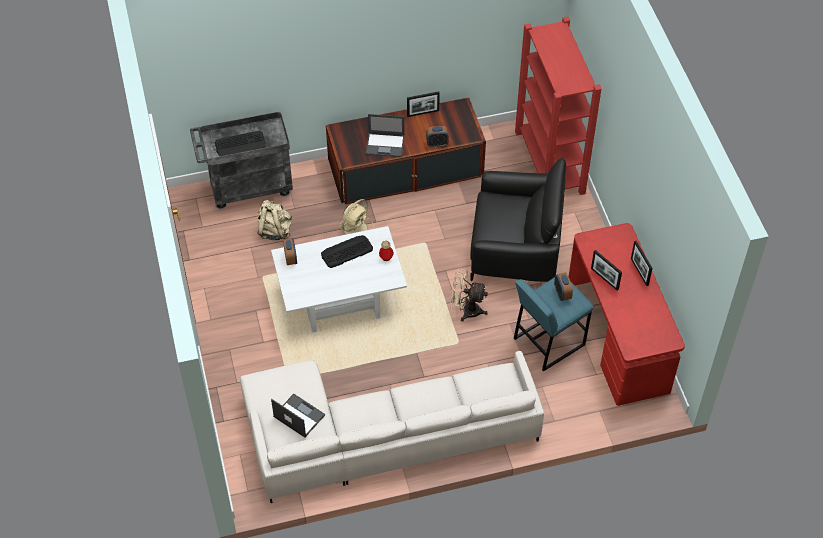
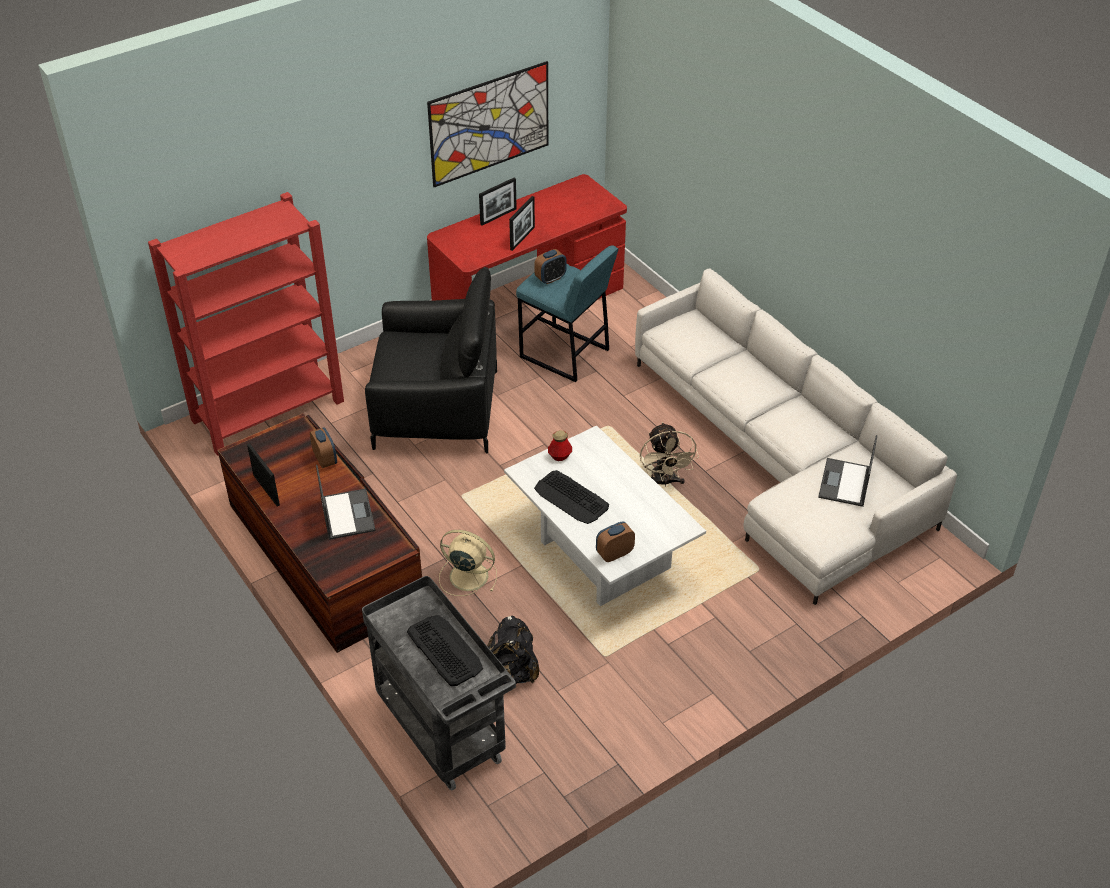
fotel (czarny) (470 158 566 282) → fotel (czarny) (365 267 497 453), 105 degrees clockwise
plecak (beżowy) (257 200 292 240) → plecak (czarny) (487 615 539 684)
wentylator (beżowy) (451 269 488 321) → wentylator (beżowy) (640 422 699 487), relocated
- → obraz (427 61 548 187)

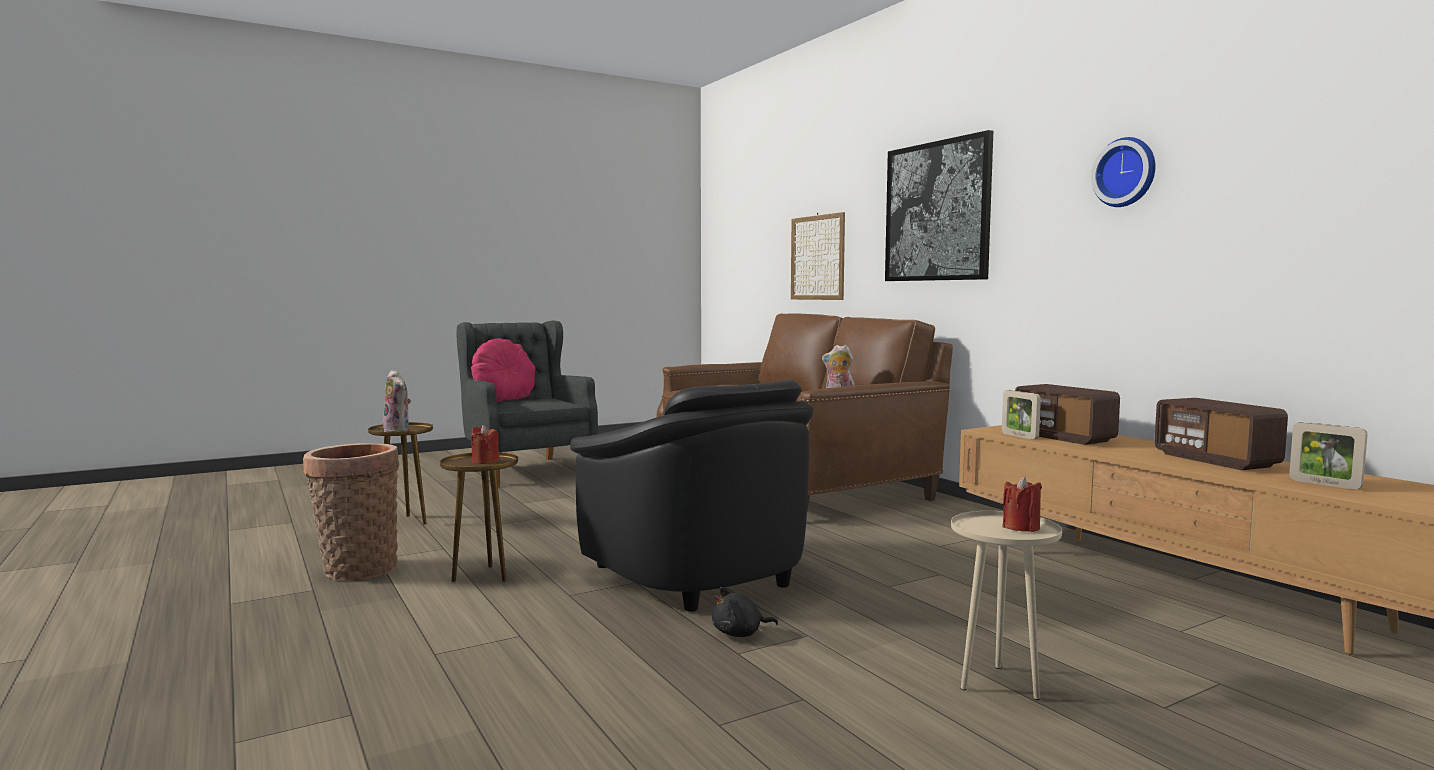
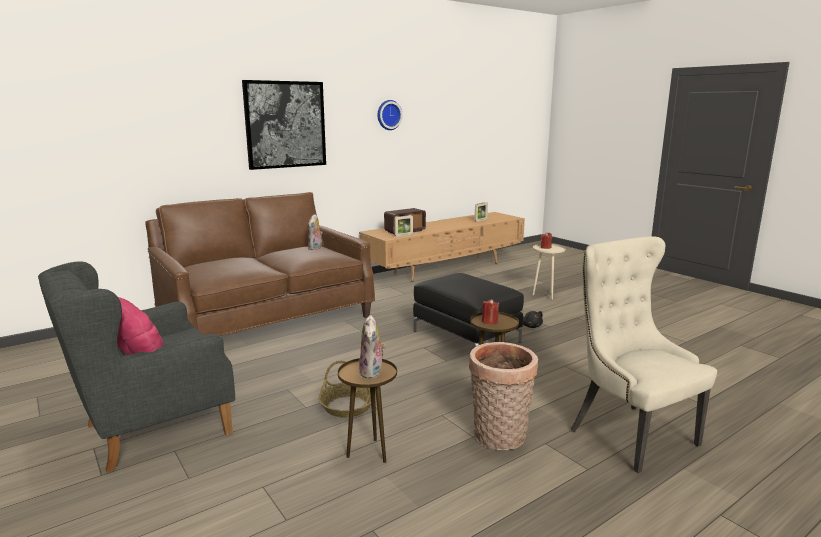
obraz (791 212 845 300) → -
pluszak (383 370 411 432) → pluszak (359 315 386 379), 135 degrees clockwise
fotel (czarny) (570 380 814 612) → pufa (czarny) (413 273 524 347)
radio (1154 398 1288 470) → -
- → krzesło (beżowy) (571 236 717 473)
- → koszyk (318 361 376 417)

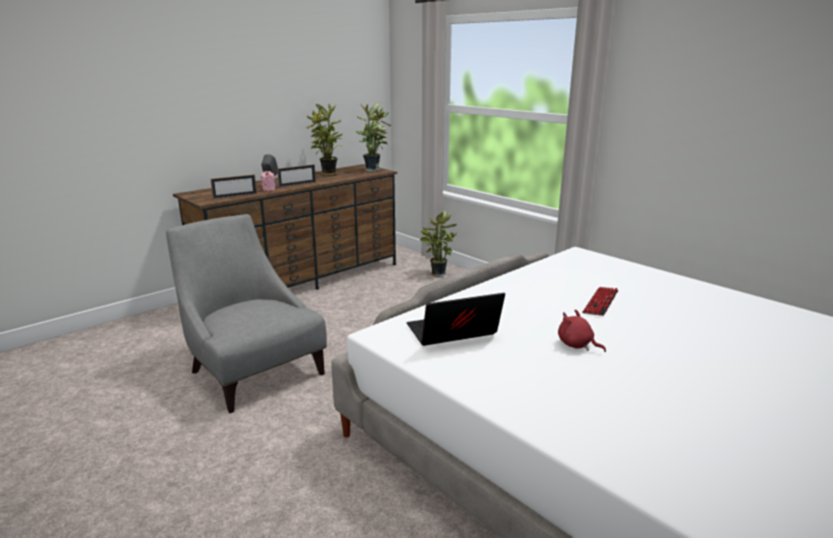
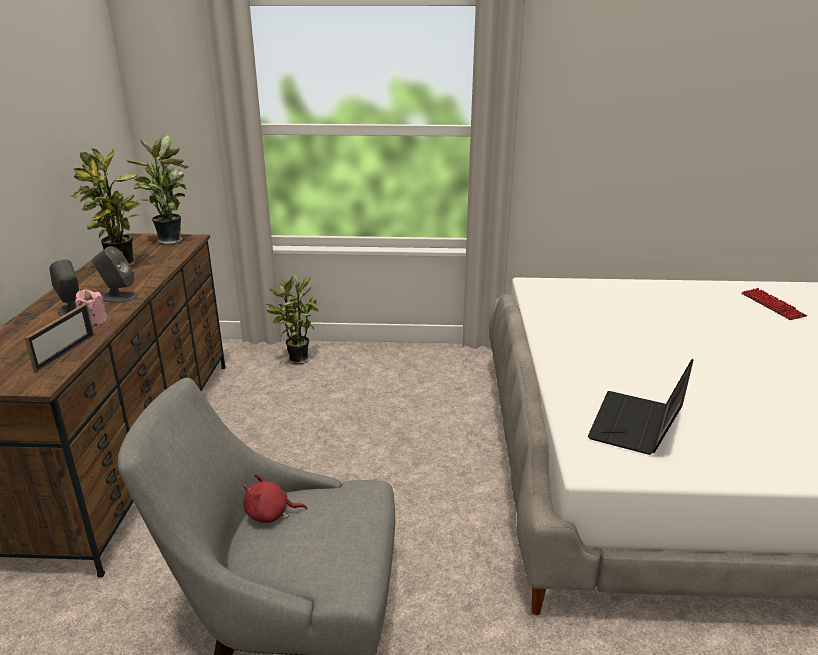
ramka na zdjęcie (277 164 316 187) → głośnik (szary) (92 246 137 303)
klawiatura (582 287 618 316) → klawiatura (742 288 807 320), relocated
pluszak (czerwony) (558 309 606 352) → pluszak (czerwony) (243 474 307 523), relocated

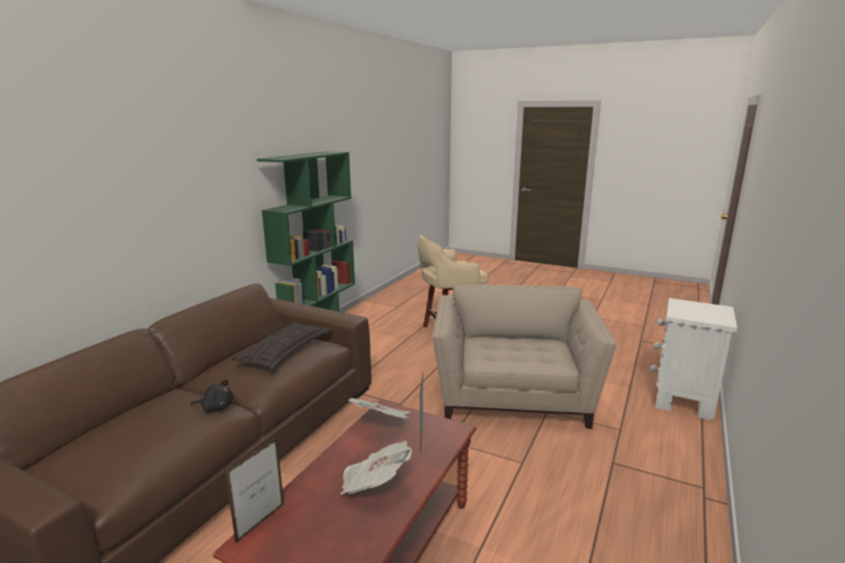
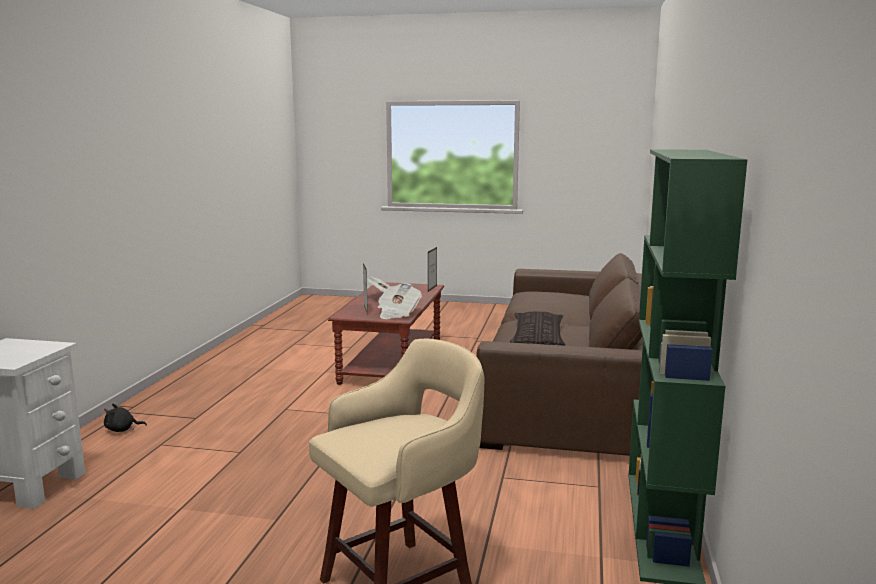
fotel (beżowy) (433 284 617 429) → -
pluszak (czarny) (191 379 234 412) → pluszak (czarny) (104 404 147 432), relocated

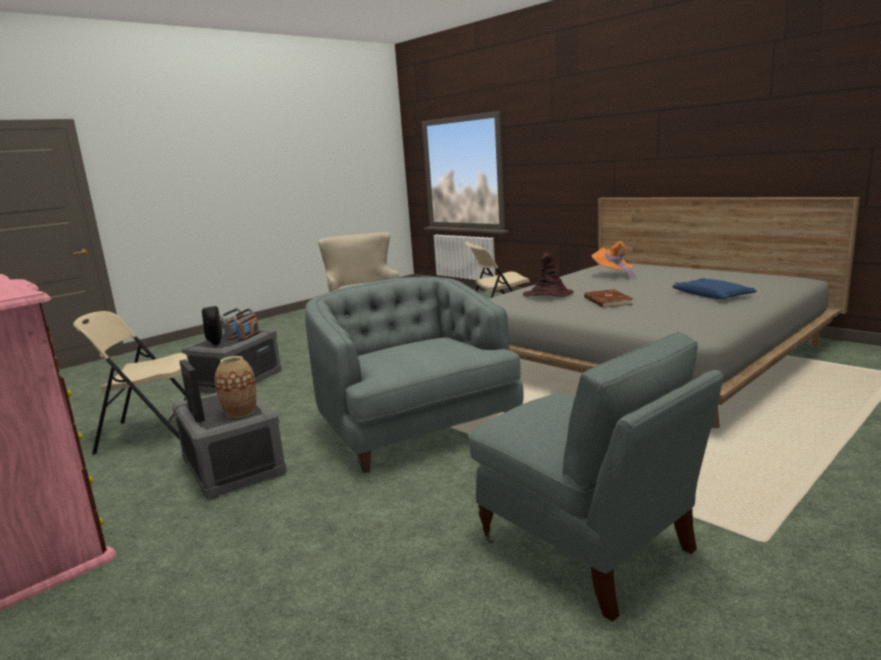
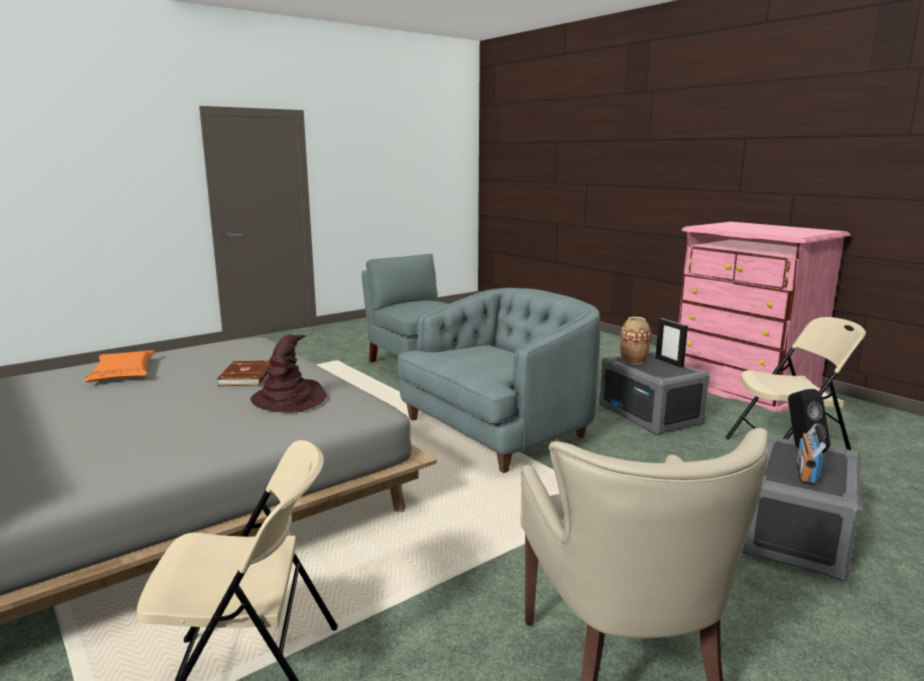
kapelusz (pomarańczowy) (592 241 637 279) → -
fotel (szary) (305 276 524 473) → fotel (szary) (397 288 600 473), 105 degrees counterclockwise
poduszka (niebieski) (672 278 757 299) → poduszka (pomarańczowy) (85 350 155 382)
radio (232 308 260 340) → -

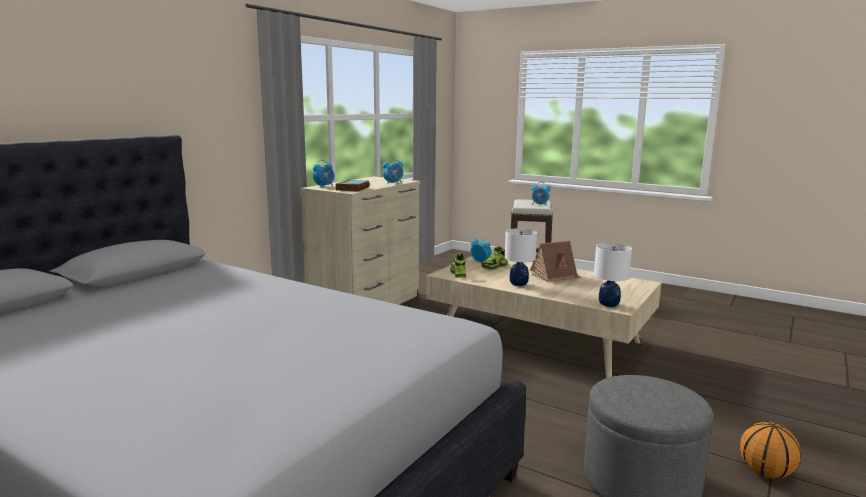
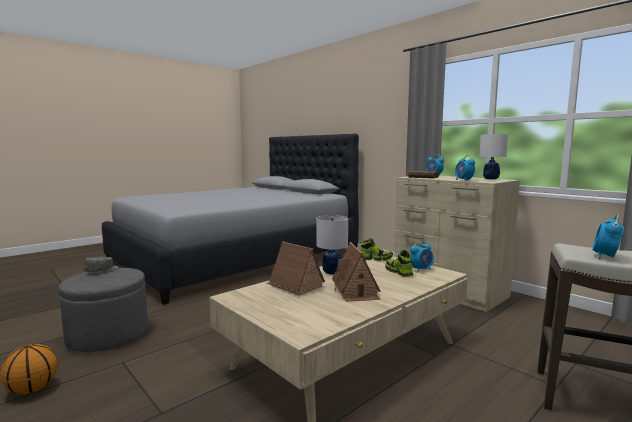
lampa stołowa (biały) (594 243 632 307) → lampa stołowa (biały) (479 134 508 179), relocated
- → domek (266 242 325 295)
- → czapka z daszkiem (szary) (84 257 119 272)

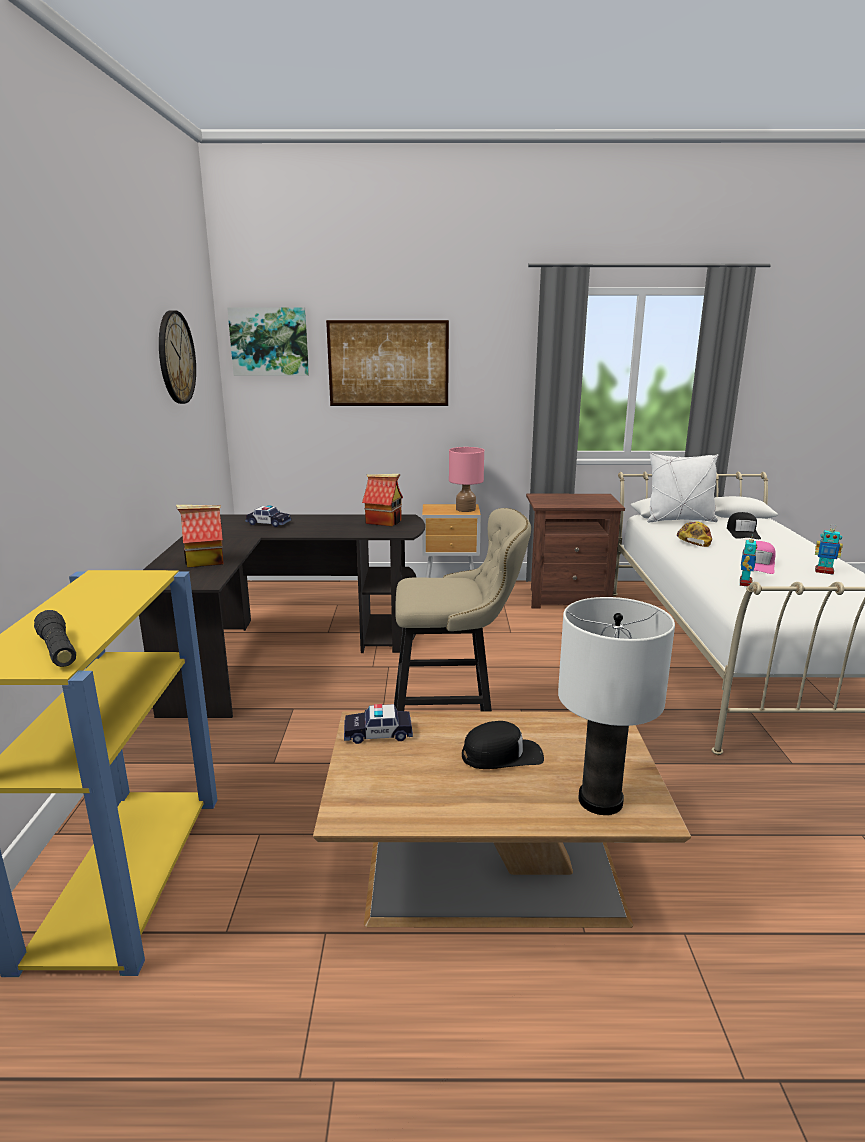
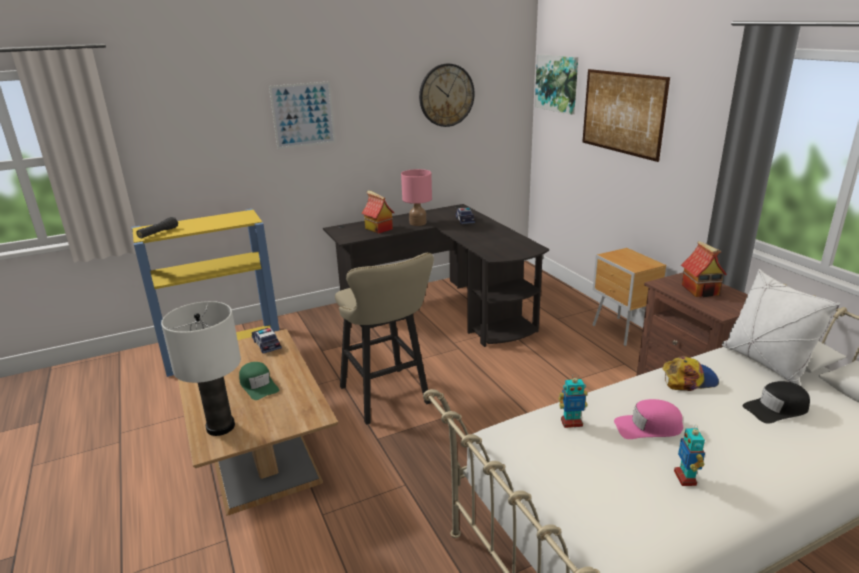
lampa stołowa (różowy) (449 447 484 512) → lampa stołowa (różowy) (401 169 432 226), relocated
domek (362 474 403 526) → domek (681 241 727 297), relocated
czapka z daszkiem (czarny) (462 721 544 769) → czapka z daszkiem (zielony) (239 362 279 400)
- → obraz (269 81 335 149)

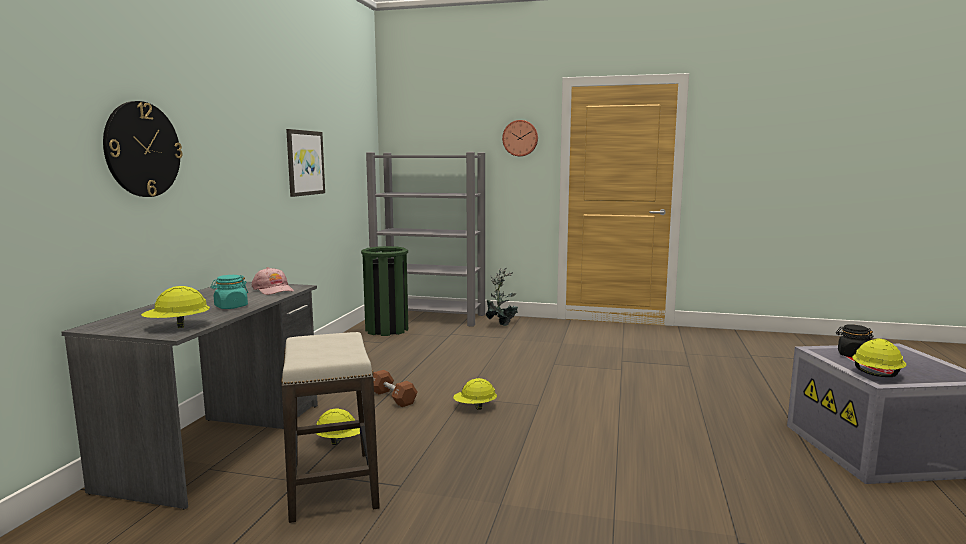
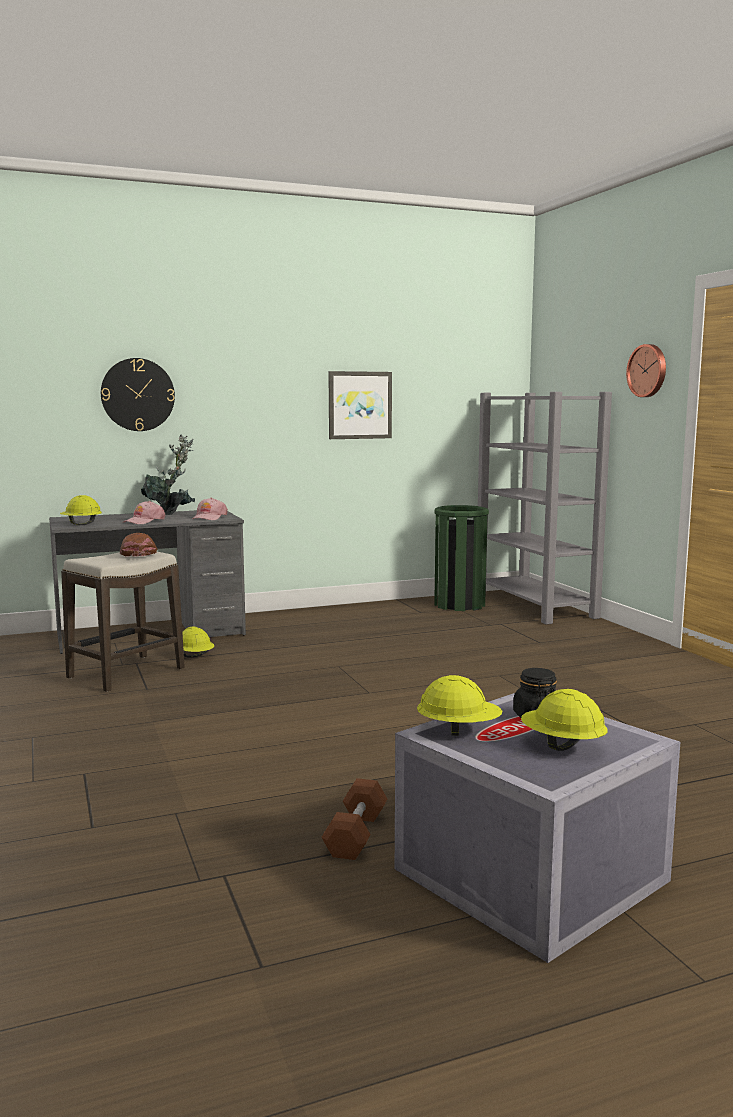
roślina doniczkowa (486 268 518 326) → roślina doniczkowa (141 435 195 515), relocated
słoik (turkusowy) (210 275 248 309) → czapka z daszkiem (różowy) (123 501 166 524)
hantel (brązowy) (373 370 418 407) → hantel (brązowy) (321 778 387 860), relocated
kask (żółty) (453 378 497 410) → kask (żółty) (521 689 608 751), relocated
- → czapka z daszkiem (brązowy) (120 533 157 557)

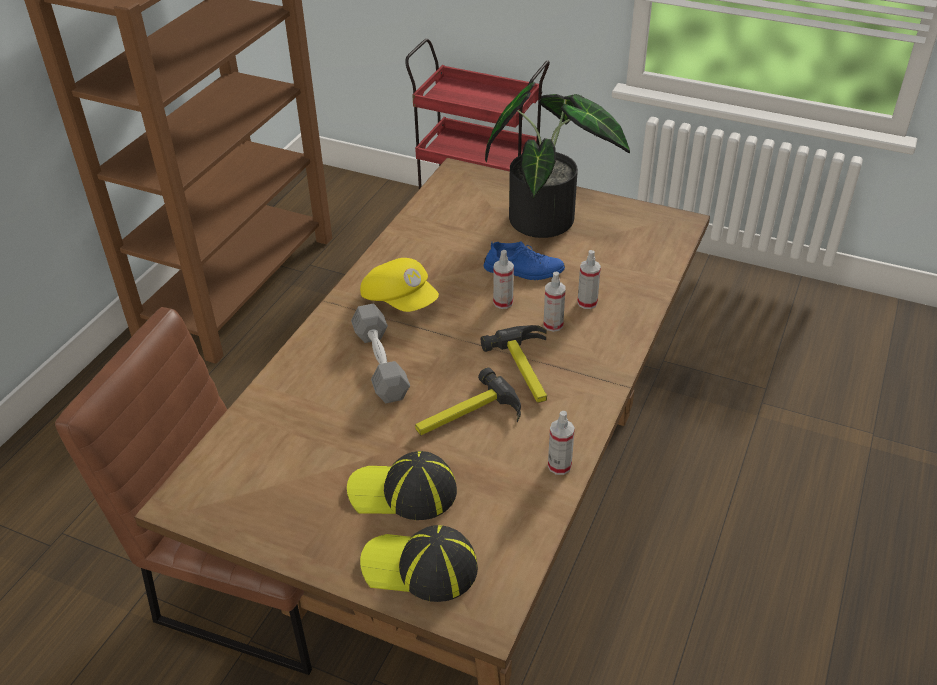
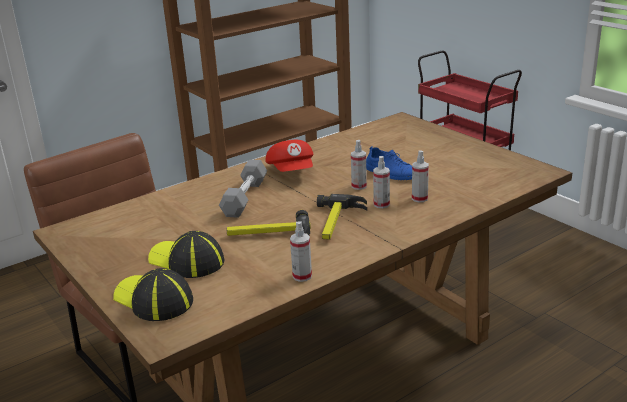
roślina doniczkowa (485 82 630 238) → -
czapka z daszkiem (żółty) (360 258 439 312) → czapka z daszkiem (czerwony) (265 140 314 172)

